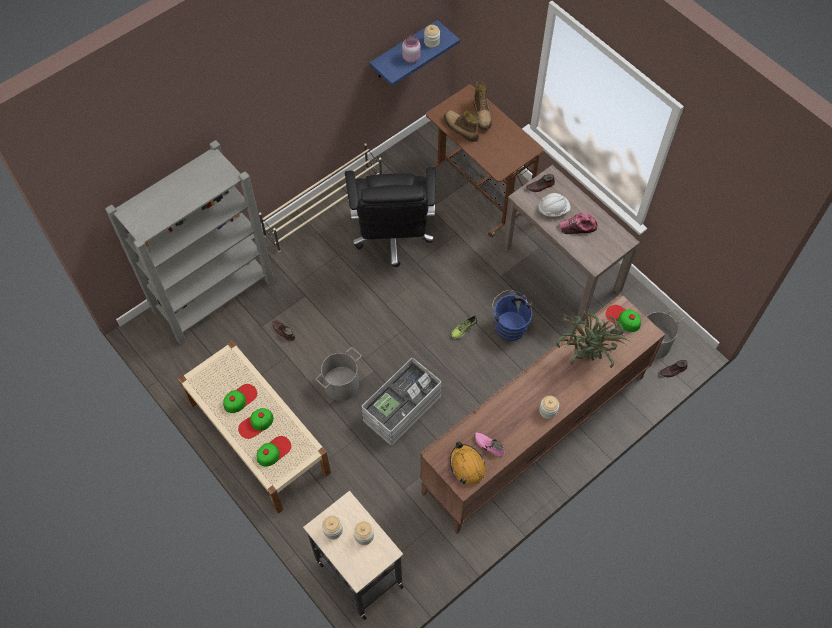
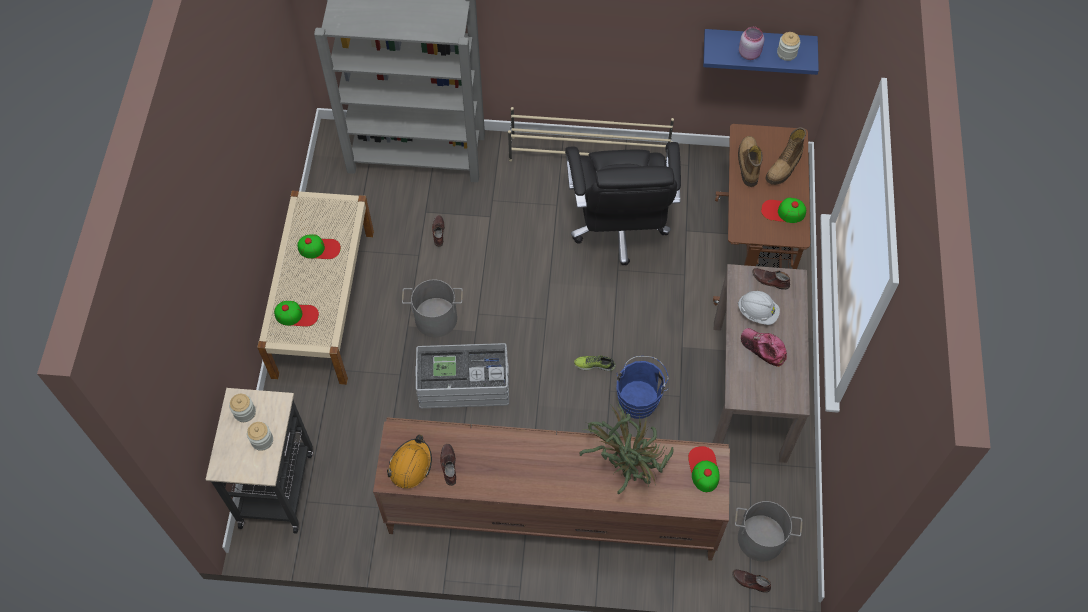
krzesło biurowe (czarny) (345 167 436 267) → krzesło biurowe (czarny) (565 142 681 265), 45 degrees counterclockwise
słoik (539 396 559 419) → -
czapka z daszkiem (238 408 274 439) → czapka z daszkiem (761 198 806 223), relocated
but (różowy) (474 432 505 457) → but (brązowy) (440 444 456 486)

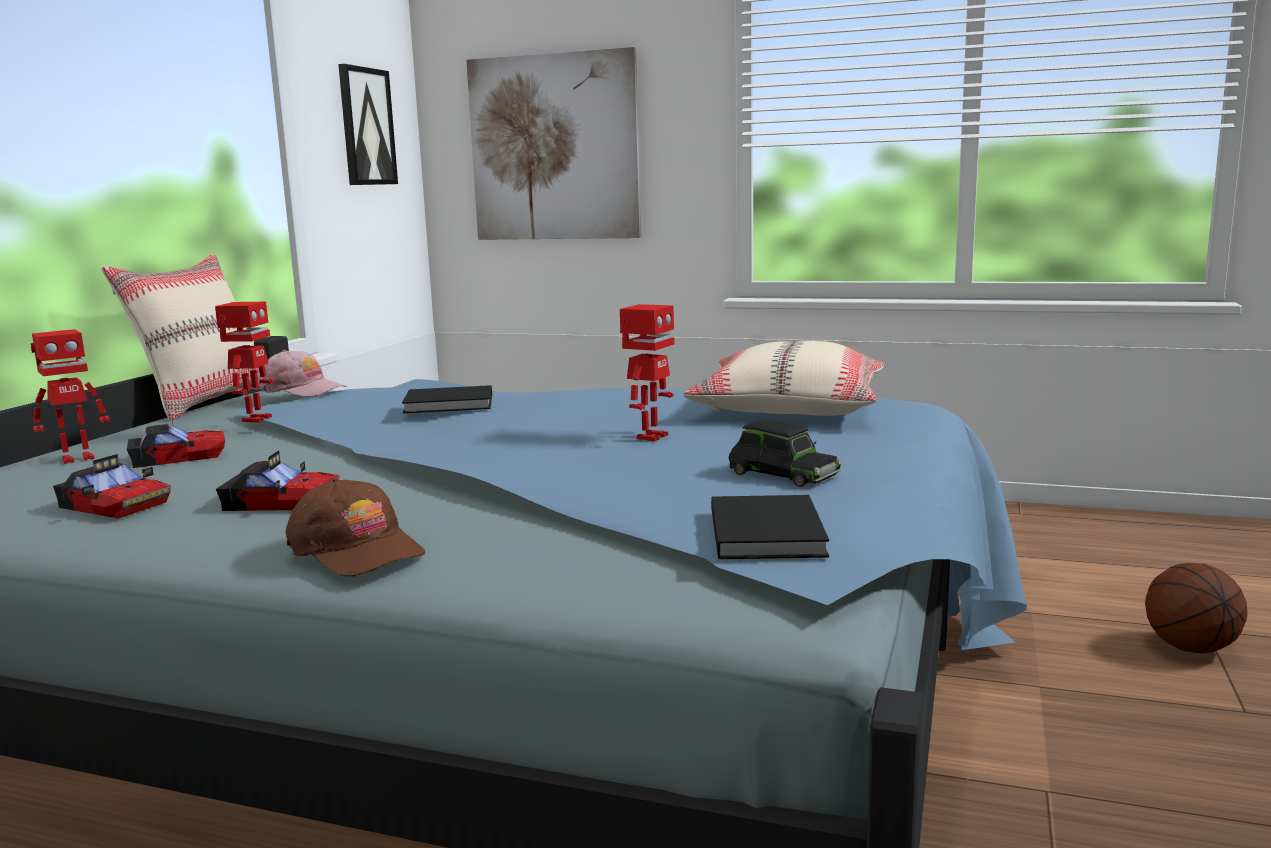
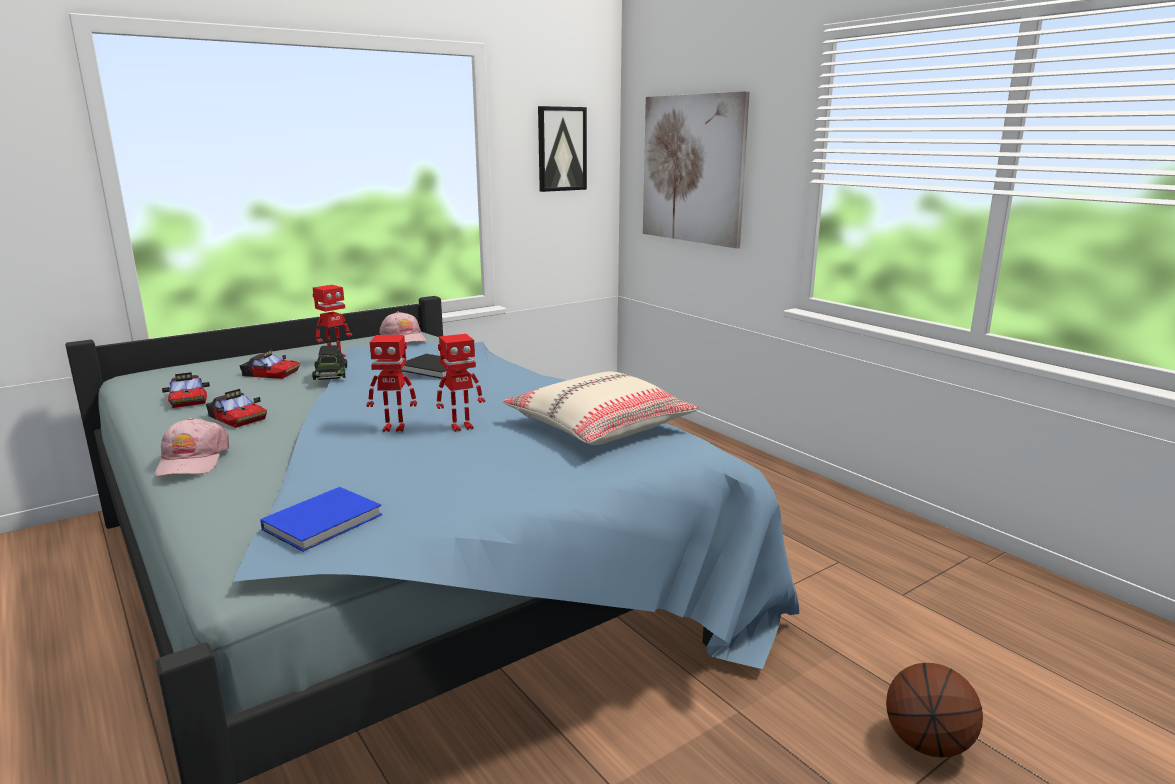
poduszka (beżowy) (101 253 262 421) → -
robot zabawkowy (31 329 110 464) → robot zabawkowy (367 335 417 432), relocated
samochodzik (czarny) (729 419 841 487) → samochodzik (czarny) (312 345 347 380), relocated
czapka z daszkiem (brązowy) (286 478 426 577) → czapka z daszkiem (różowy) (155 418 229 476)
książka (czarny) (711 495 829 559) → książka (niebieski) (260 487 382 552)

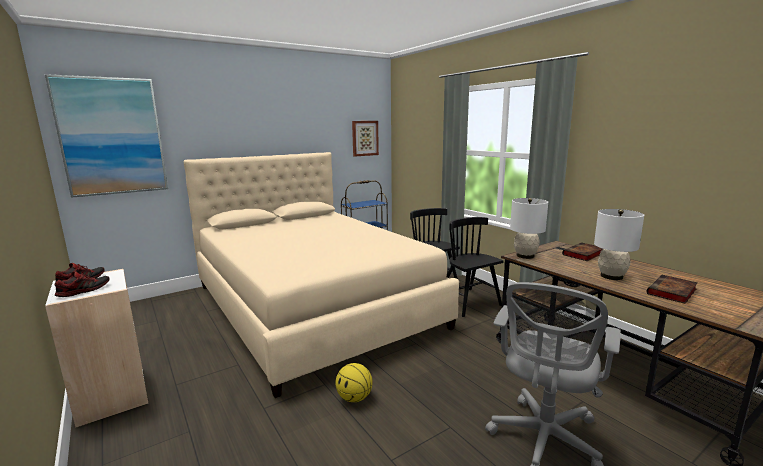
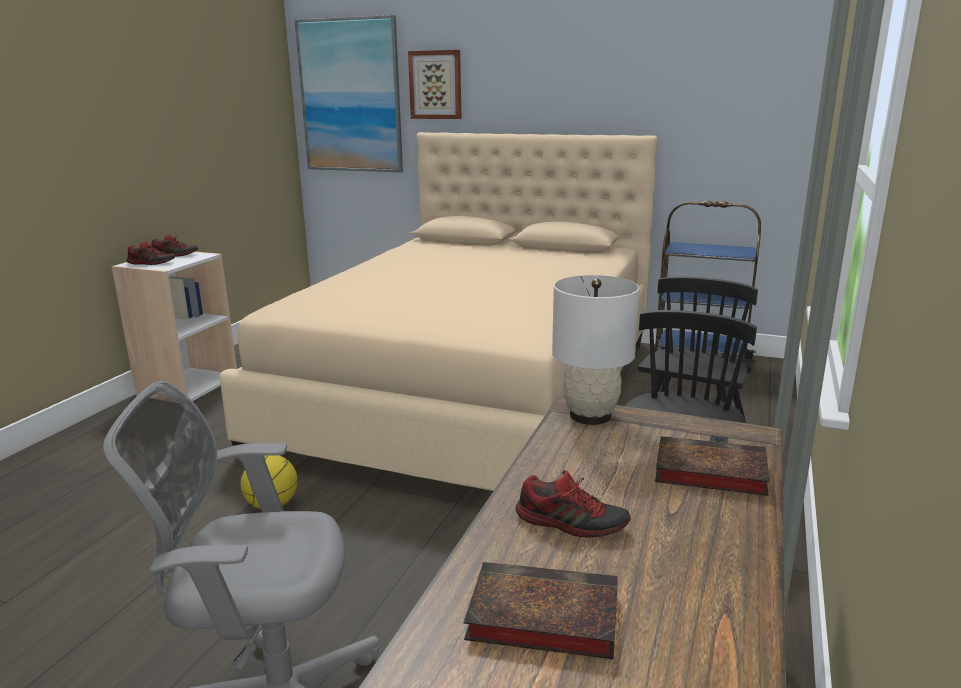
obraz (352 121 379 156) → obraz (408 50 461 119), relocated
lampa stołowa (biały) (594 209 644 280) → but (516 470 631 538)

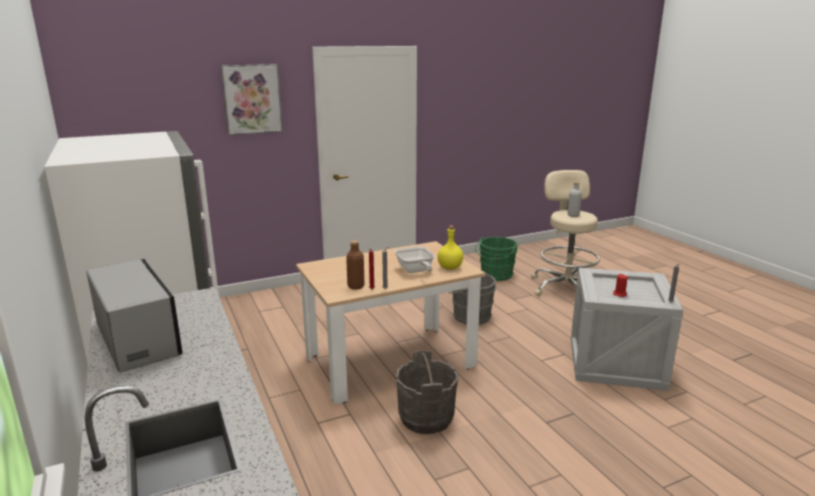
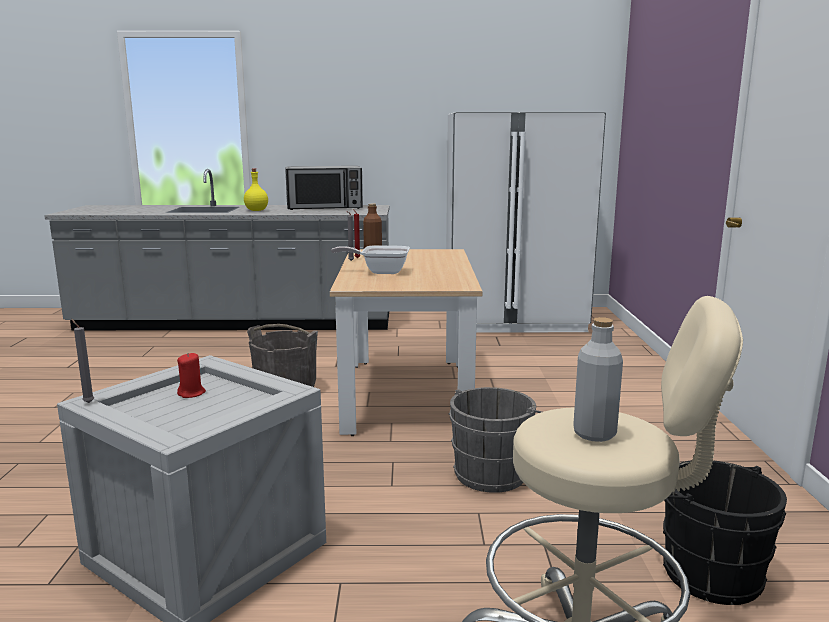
obraz (220 64 283 135) → -
butelka (żółty) (438 225 463 270) → butelka (żółty) (244 168 268 211), relocated
wiadro (zielony) (475 237 518 281) → wiadro (czarny) (663 460 787 605)

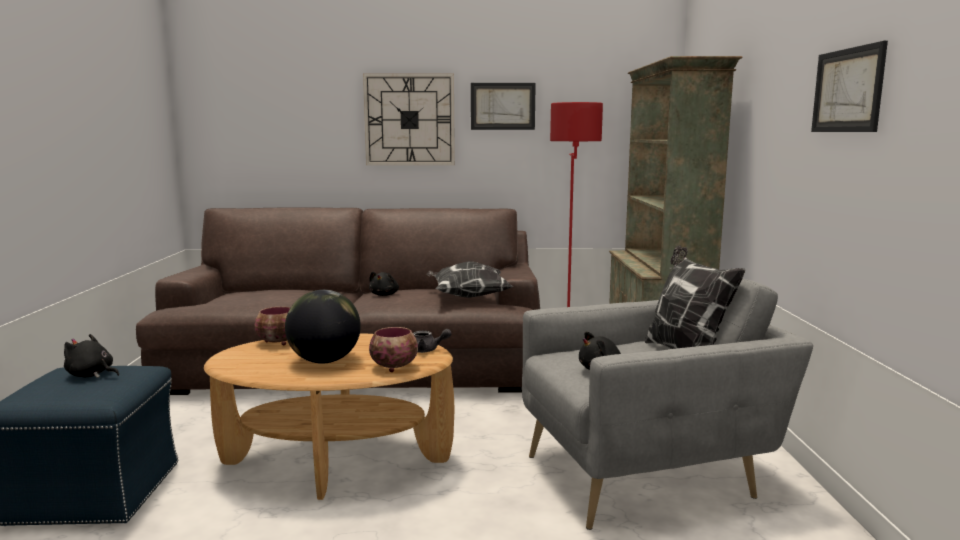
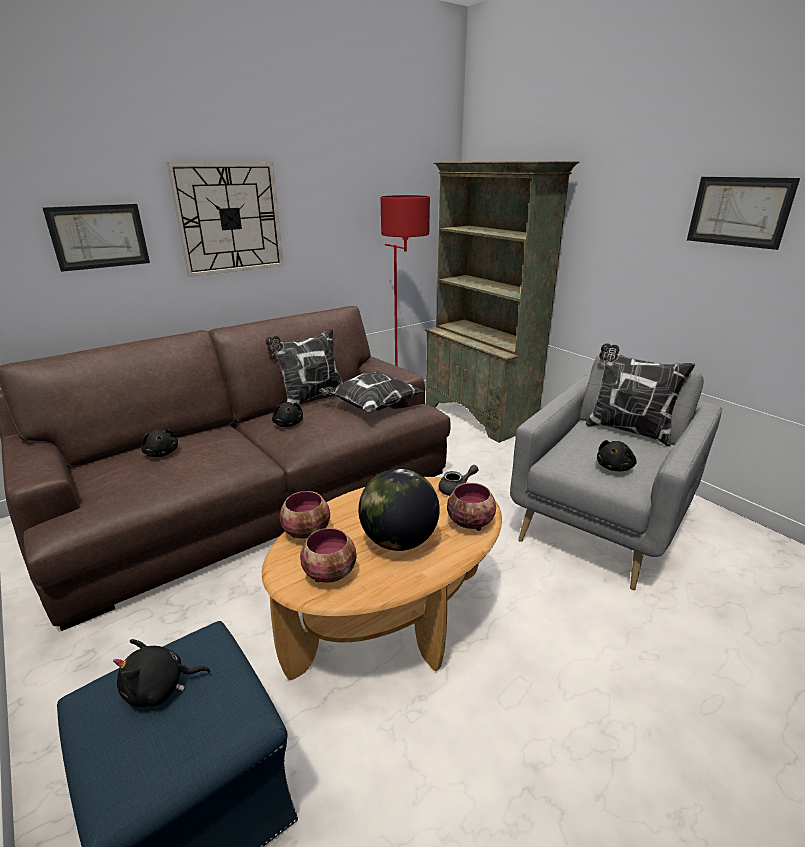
obraz (471 83 536 130) → obraz (43 204 150 272), relocated
- → poduszka (265 328 343 405)
- → pluszak (czarny) (141 429 178 457)
- → miska (300 528 356 583)

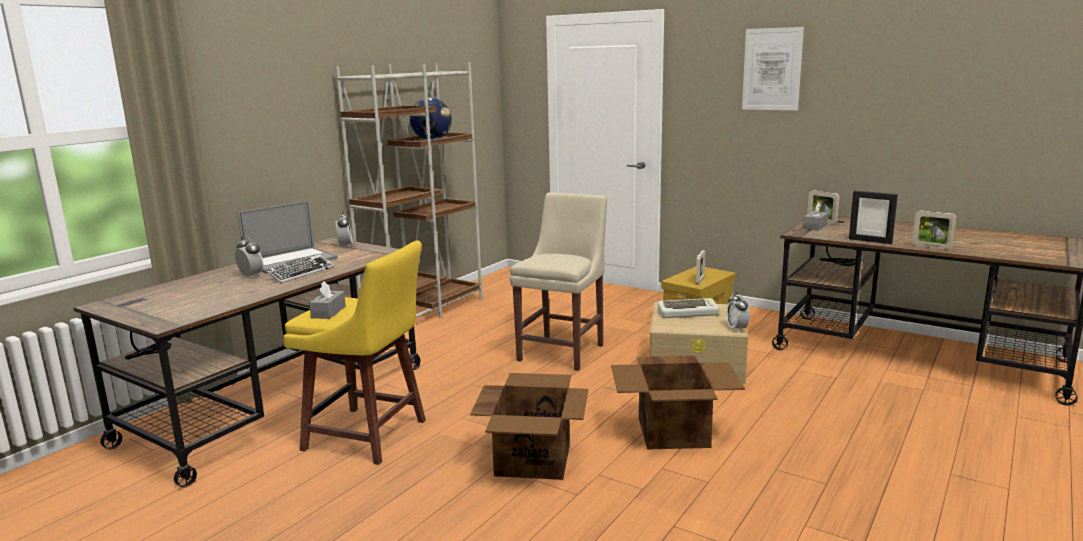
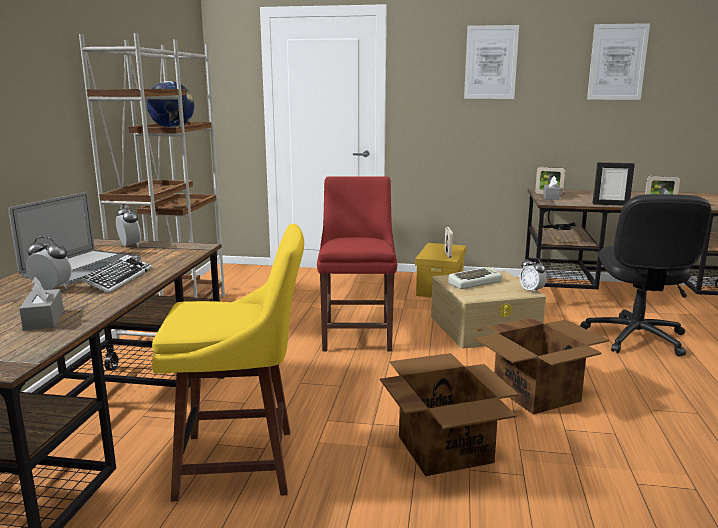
krzesło (beżowy) (510 192 607 371) → krzesło (czerwony) (317 176 397 352)
pudełko chusteczek (szary) (309 281 346 319) → pudełko chusteczek (szary) (19 277 63 331), relocated
- → obraz (587 23 650 100)
- → krzesło biurowe (czarny) (580 194 711 357)

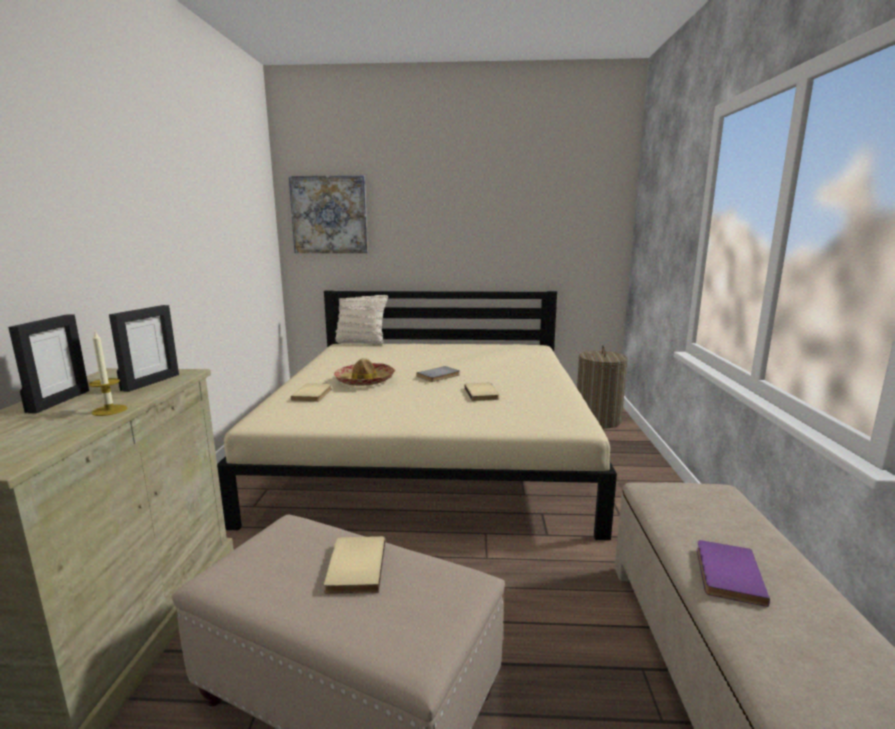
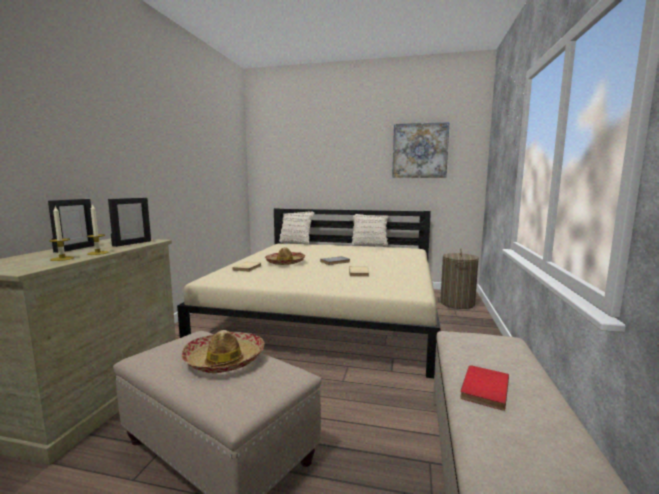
obraz (289 175 368 253) → obraz (392 122 449 178), relocated
książka (beżowy) (324 536 385 594) → kapelusz (181 330 265 373)
książka (fioletowy) (697 540 770 607) → książka (czerwony) (460 365 509 411)
- → świeca (49 206 74 261)
- → poduszka (beżowy) (352 214 389 247)

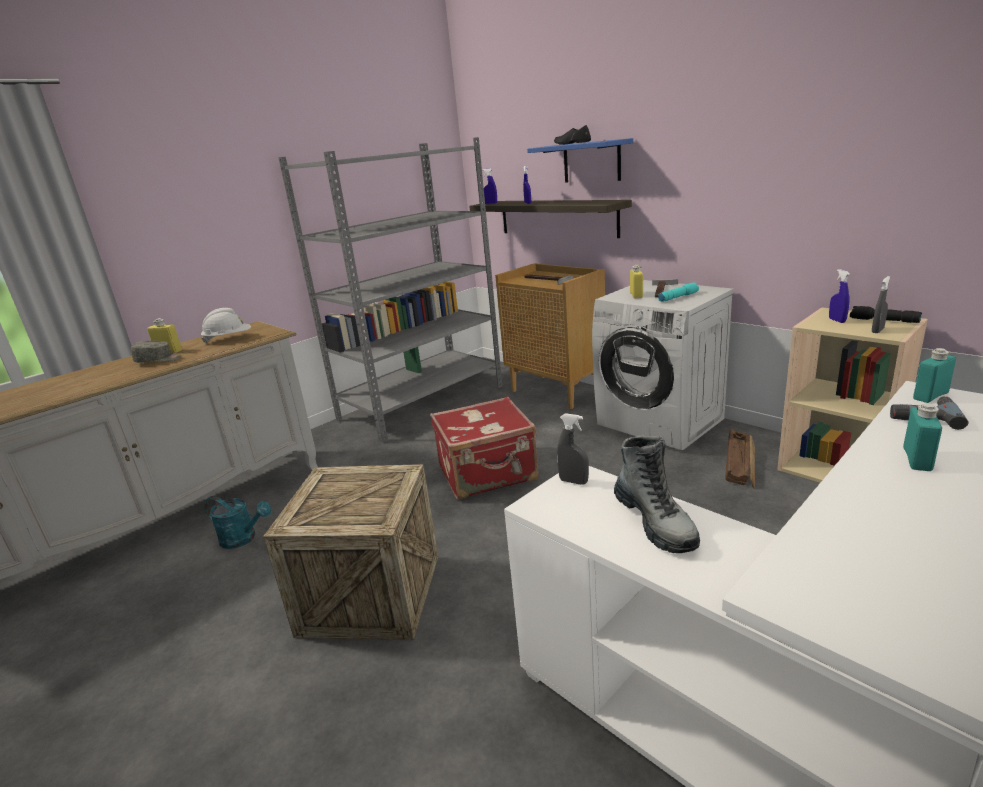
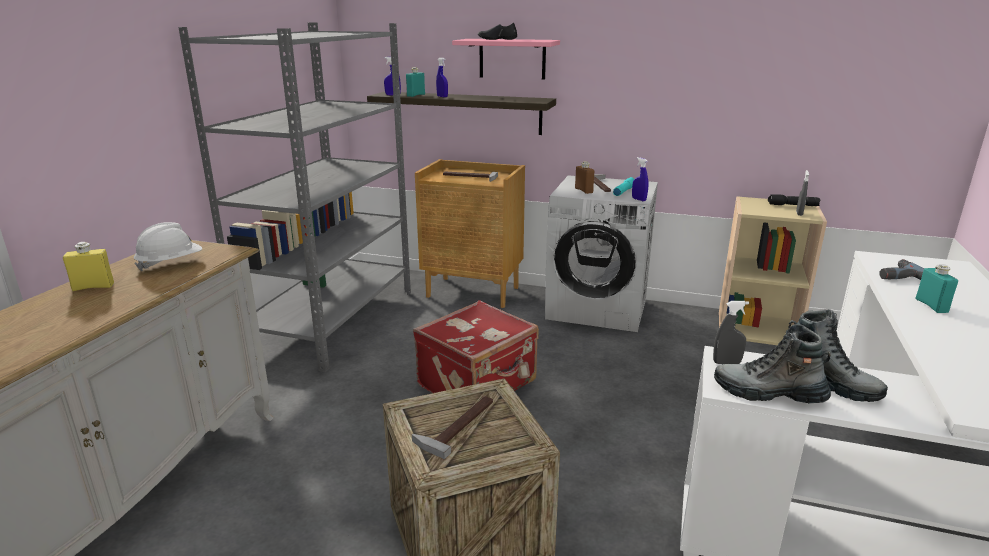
półka (niebieski) (527 138 633 183) → półka (różowy) (452 39 560 80)
butelka (żółty) (630 265 643 299) → butelka (brązowy) (575 161 594 194)
spryskiwacz (niebieski) (829 269 850 323) → spryskiwacz (niebieski) (632 157 648 201), relocated
czapka z daszkiem (szary) (131 341 181 363) → -
butelka (turkusowy) (913 348 956 403) → butelka (turkusowy) (406 67 425 97), relocated
skrzynka (725 428 755 489) → -
konewka (turkusowy) (204 496 271 549) → -
- → but z cholewką (714 324 831 403)
- → młotek (412 396 493 459)

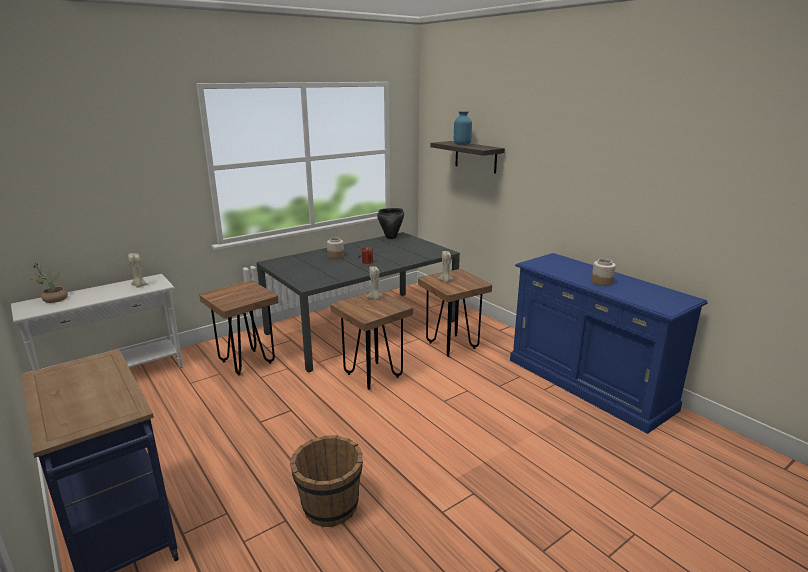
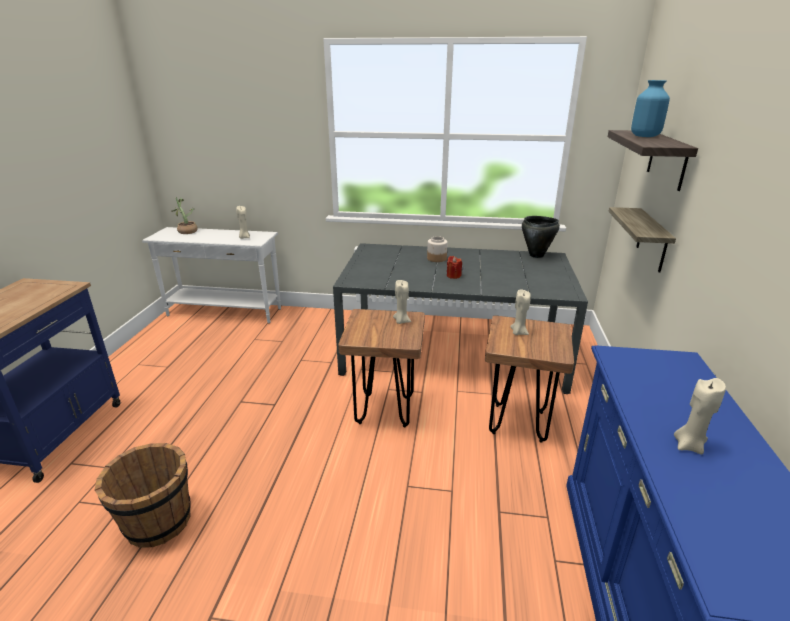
słoik (591 259 616 286) → świeca (beżowy) (674 378 726 455)
stołek (brązowy) (199 280 279 375) → -
- → półka (608 207 676 273)

